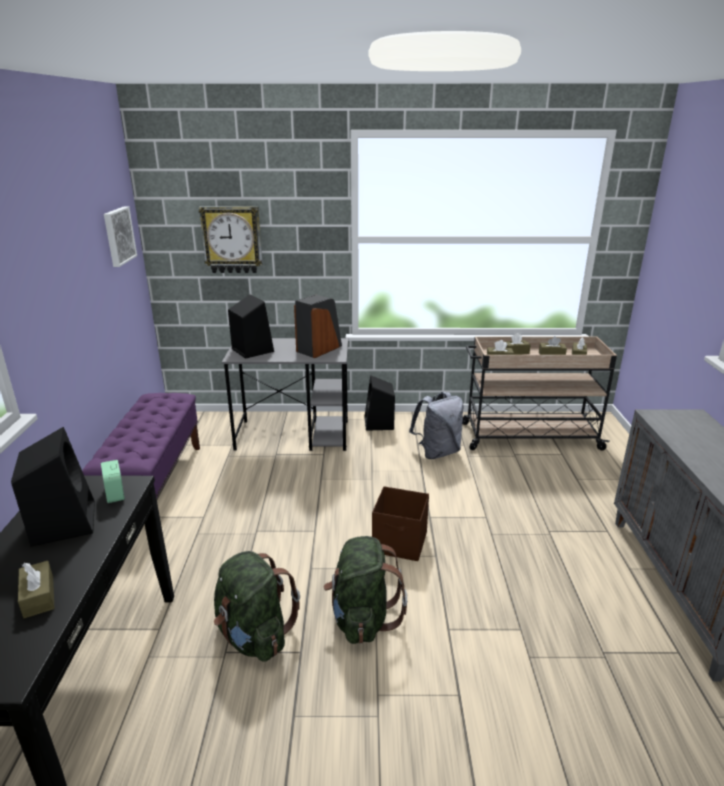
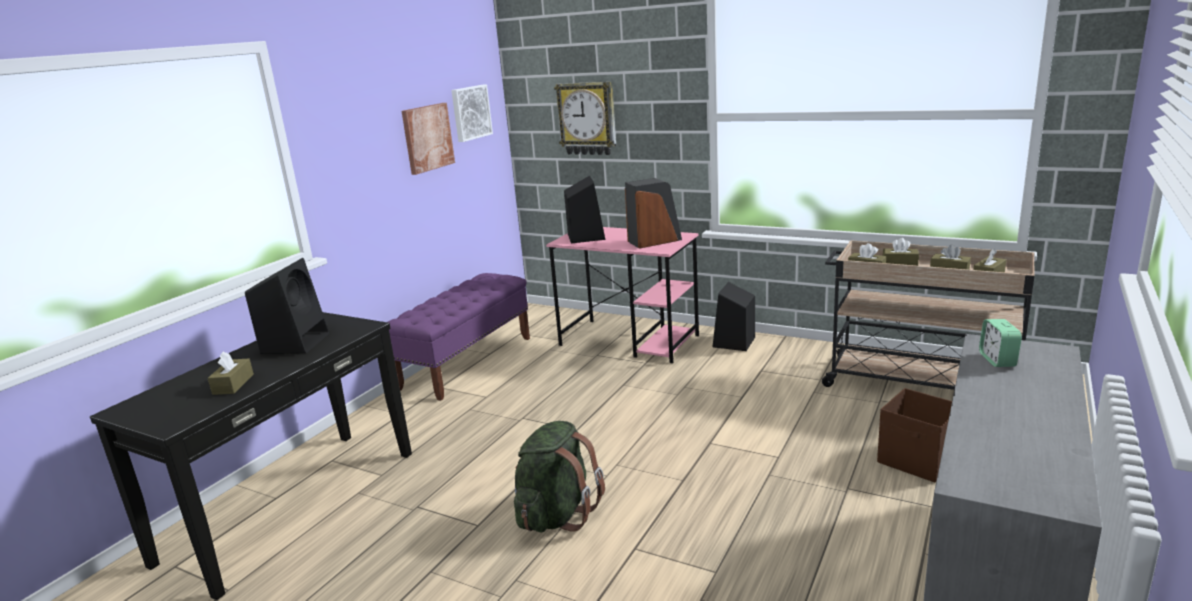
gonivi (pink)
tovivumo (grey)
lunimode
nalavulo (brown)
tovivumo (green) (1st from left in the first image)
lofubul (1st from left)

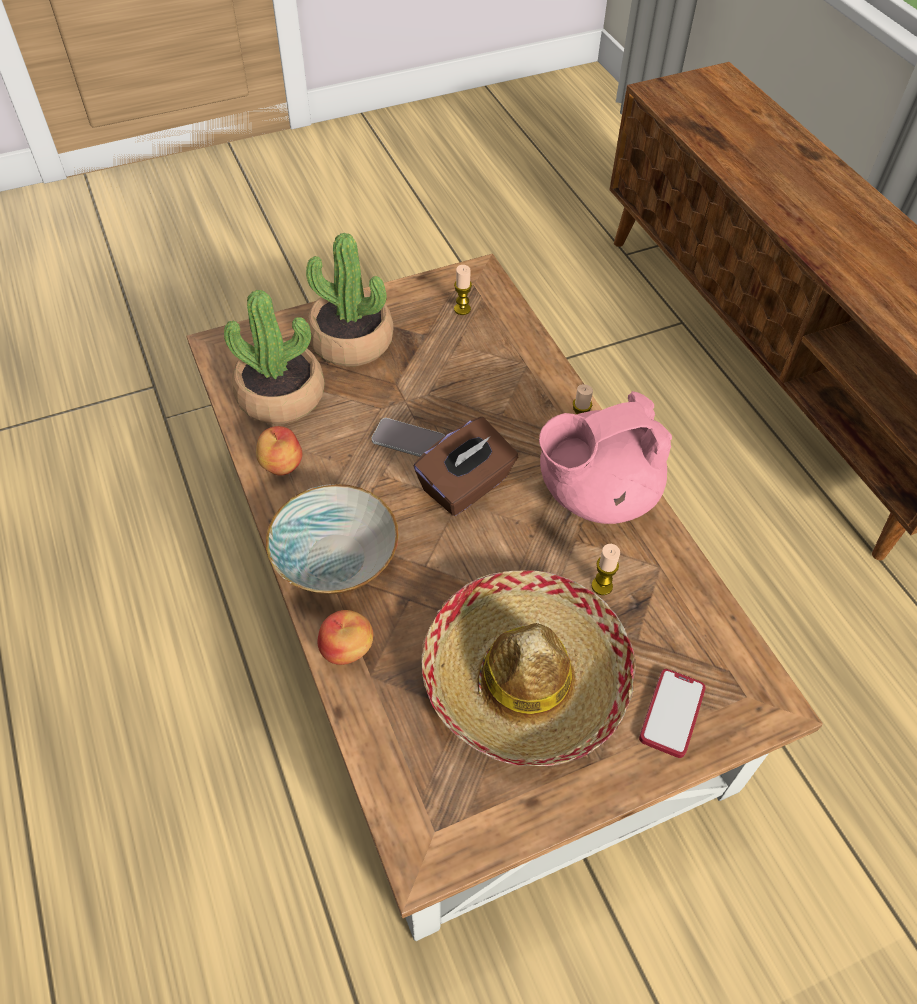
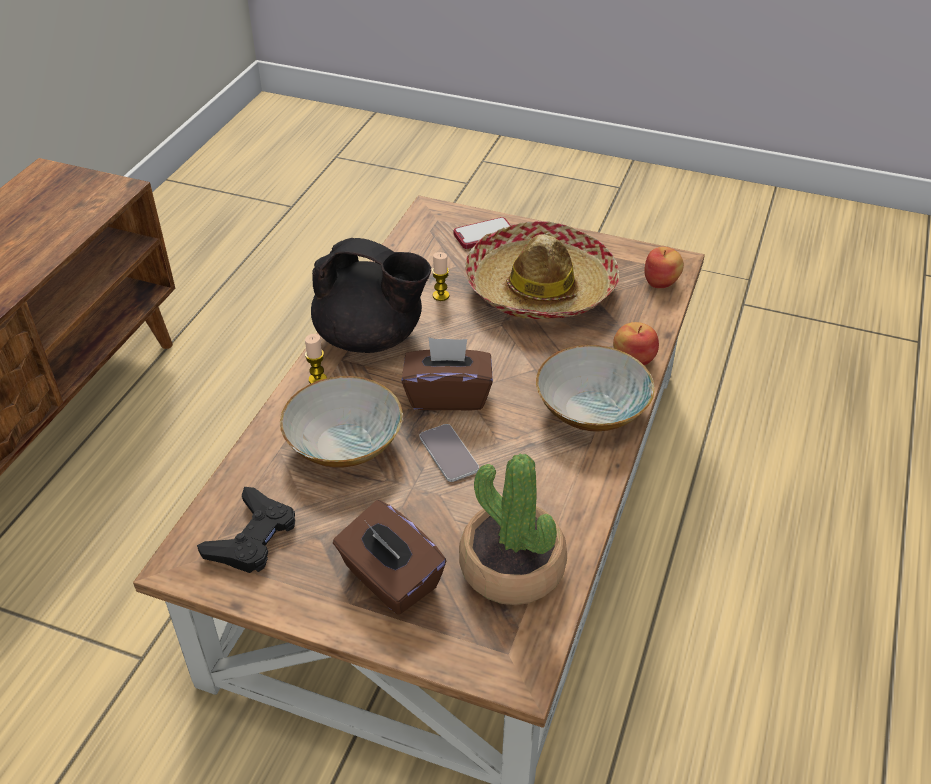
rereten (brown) (1st from left)
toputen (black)
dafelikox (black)
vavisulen (2nd from left)
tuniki (1st from left)

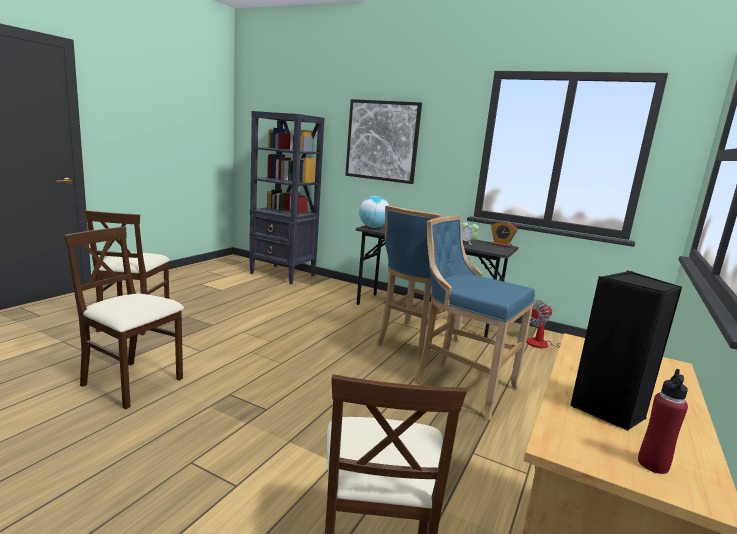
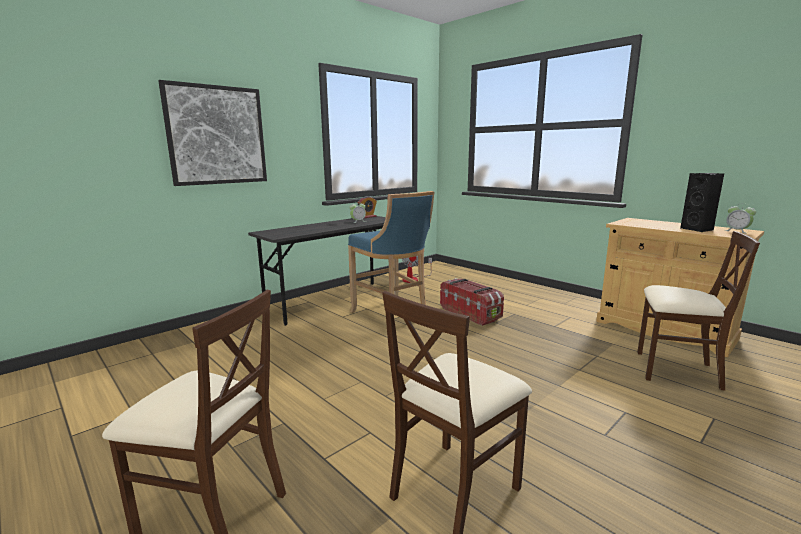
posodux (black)
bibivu
nalavulo
lunimode (3rd from left)

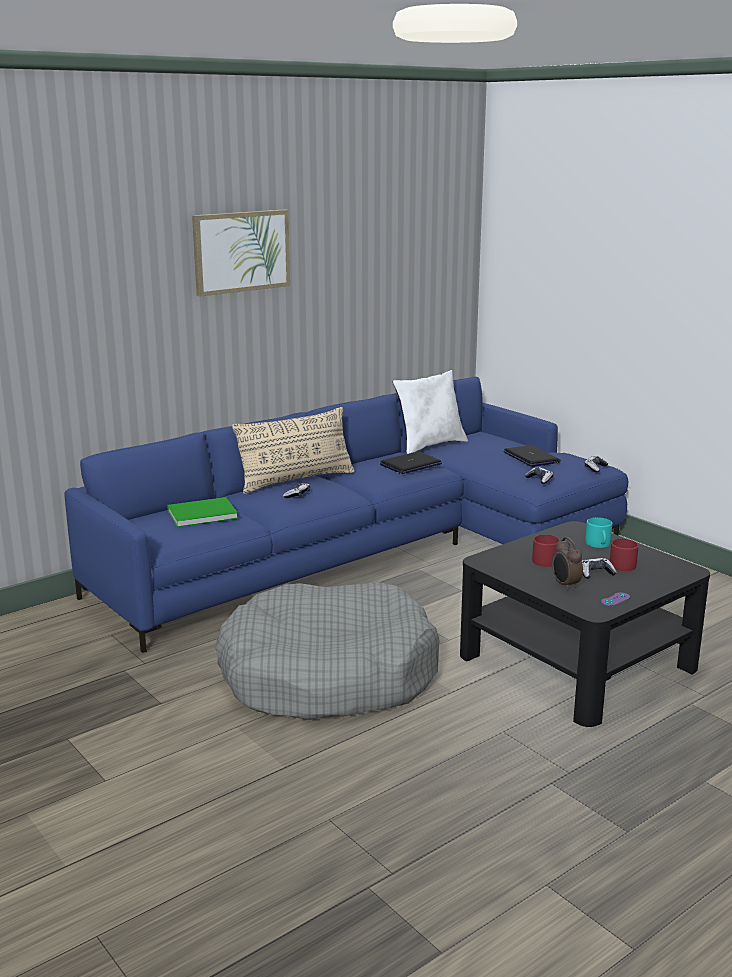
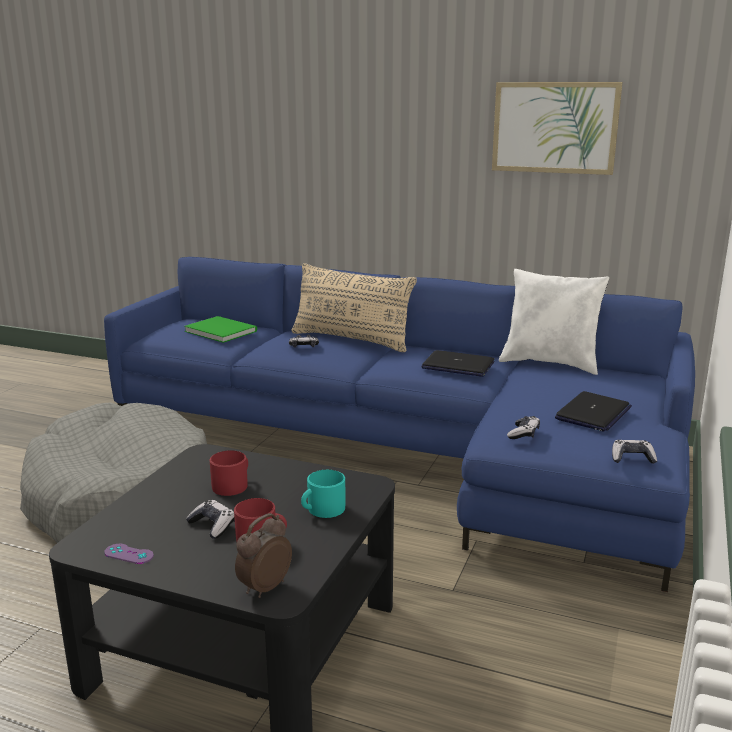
lofubul
lunimode

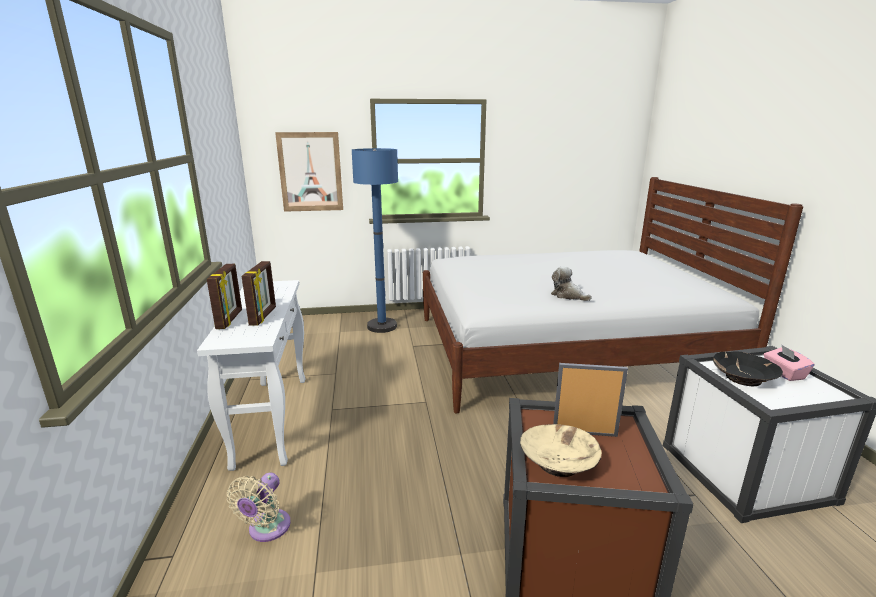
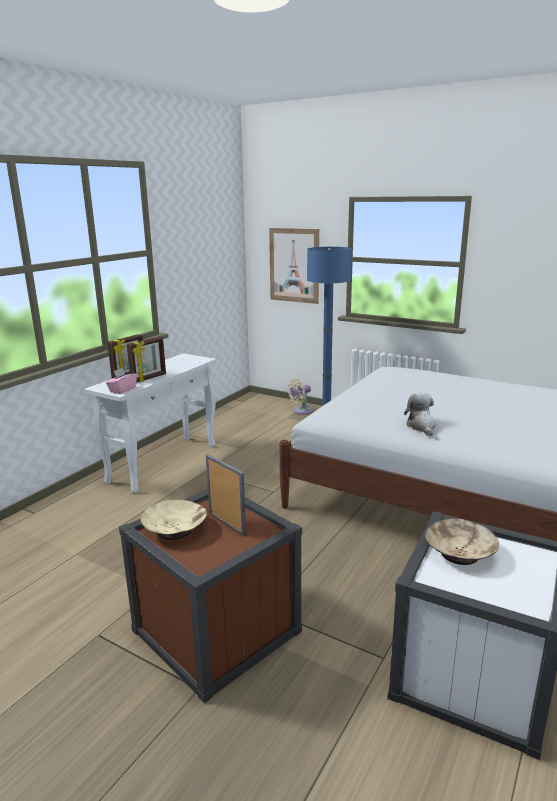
rereten (pink)
tuniki (beige) (2nd from left)
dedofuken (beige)

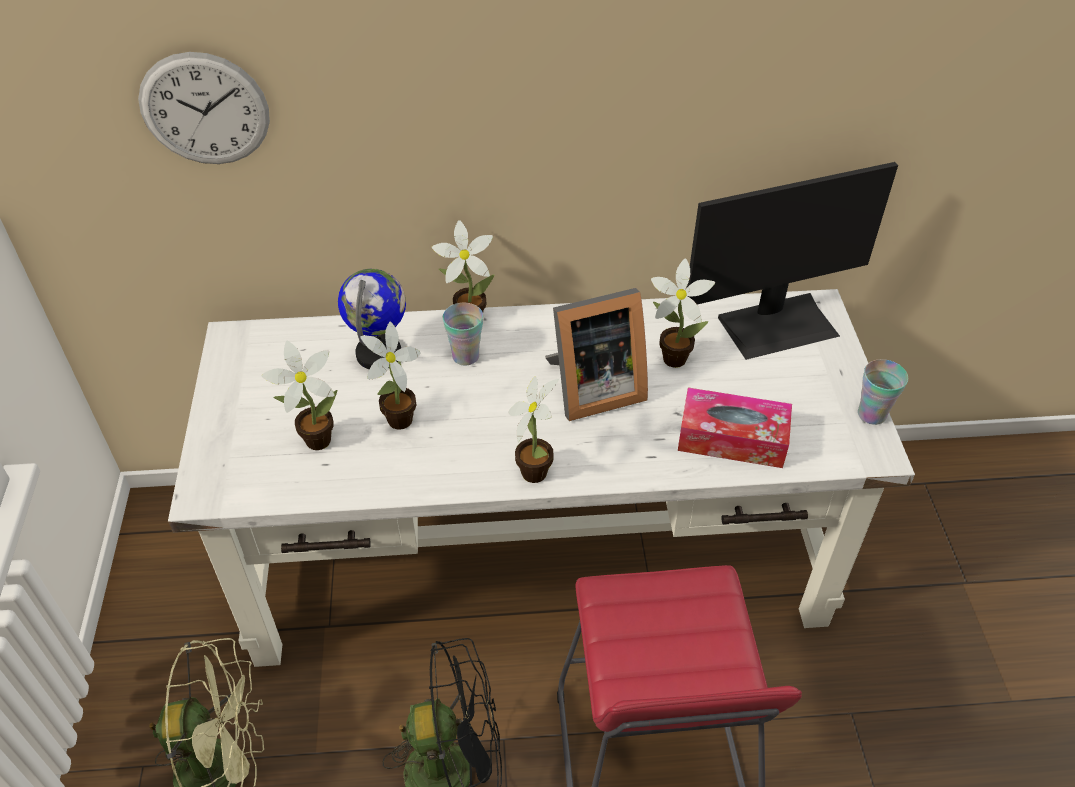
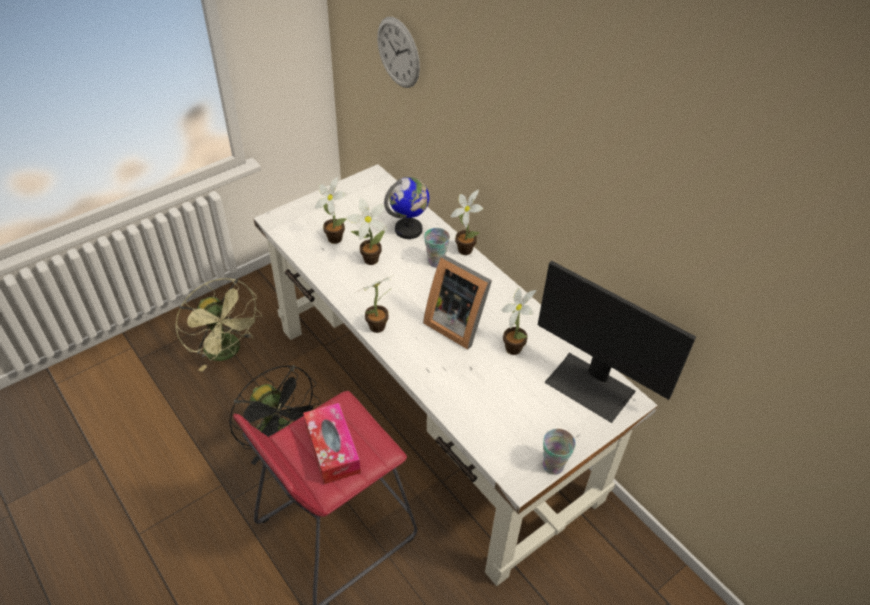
rereten

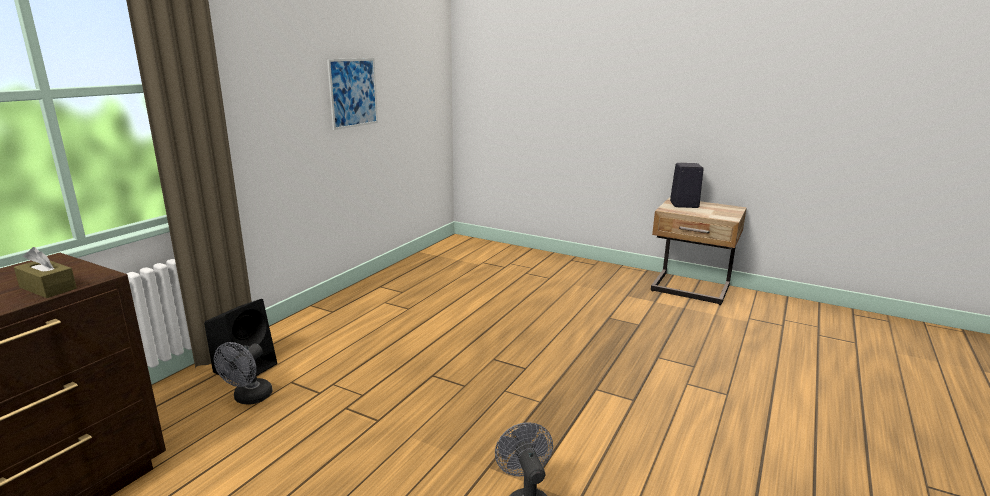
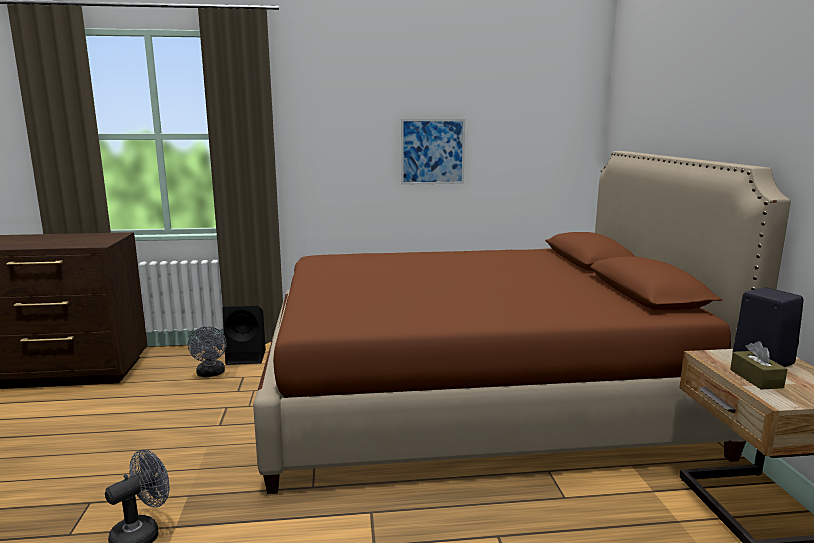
rereten (brown)
dedofuken (grey) (2nd from left)
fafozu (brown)

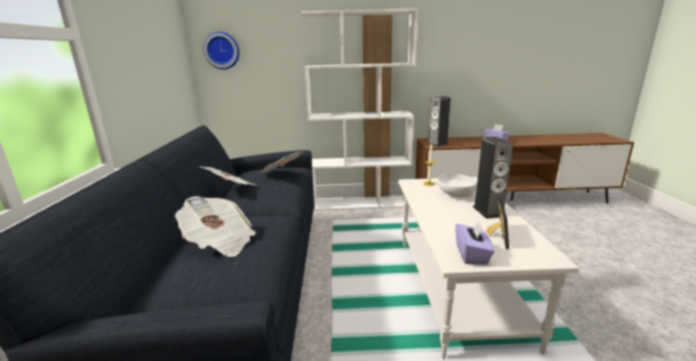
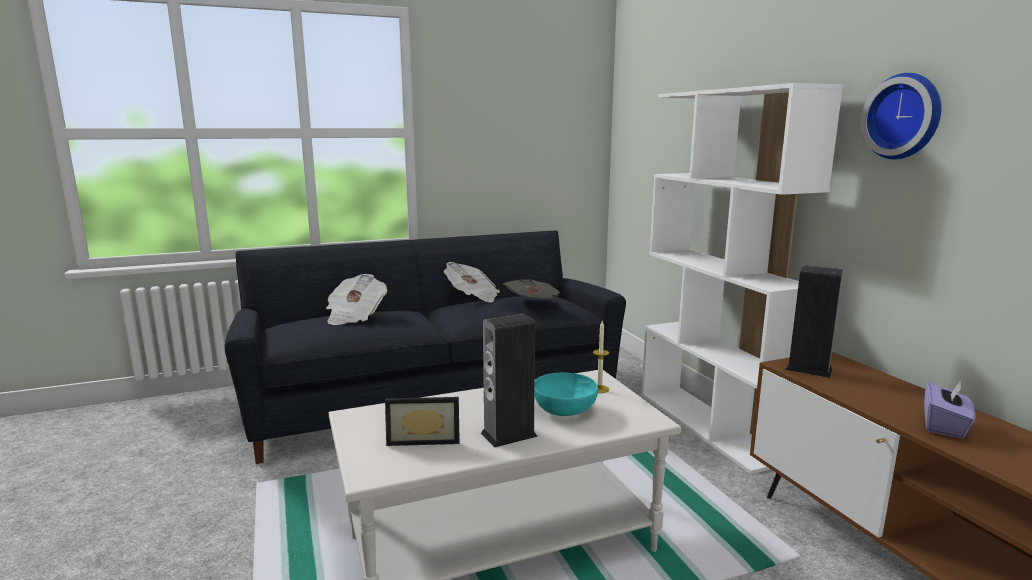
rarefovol
tuniki (turquoise)
rereten (purple) (1st from left in the first image)

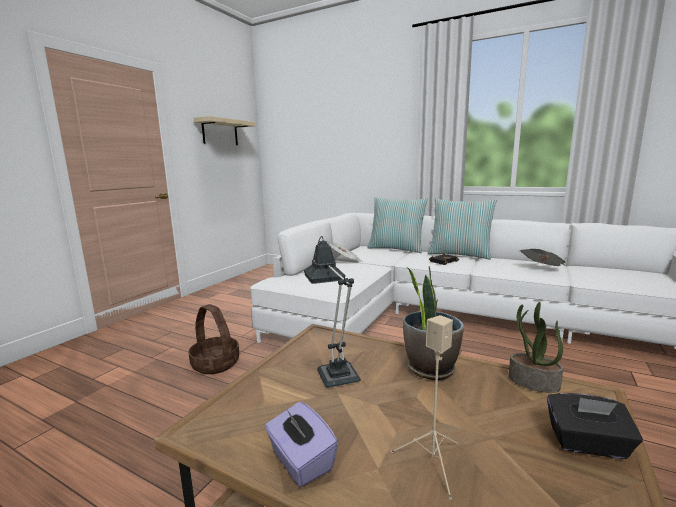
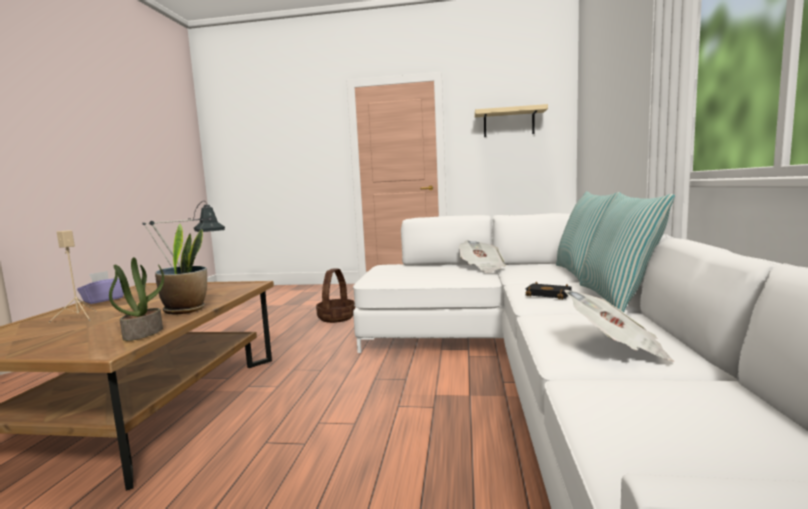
rereten (black)

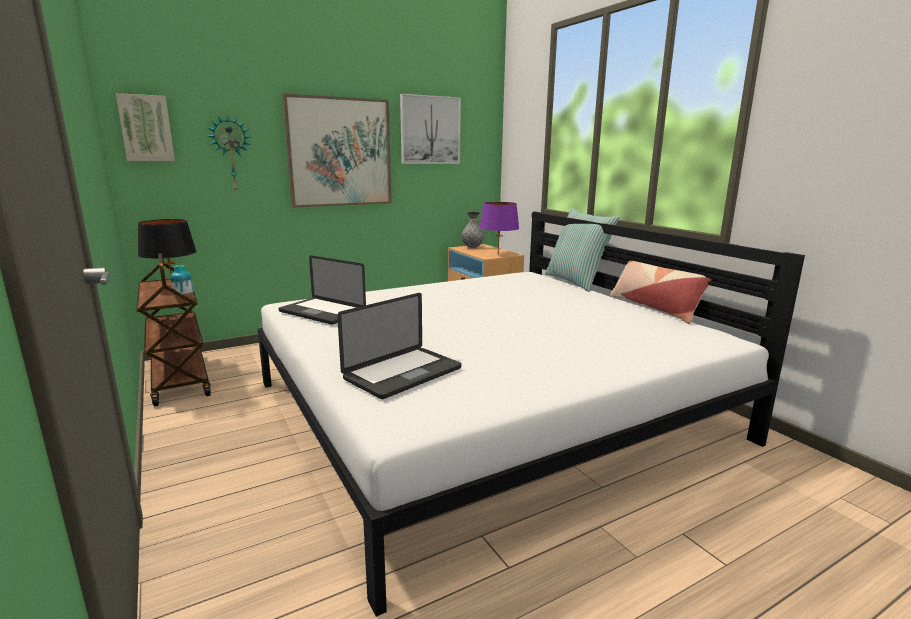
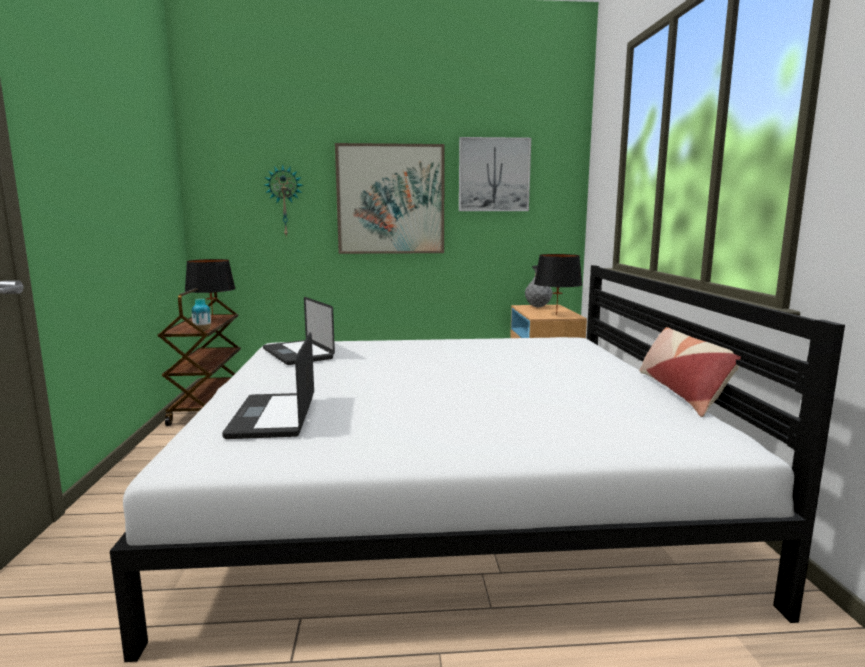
lofubul (1st from left in the first image)
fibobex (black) (2nd from left)
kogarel (1st from left in the first image)
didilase (1st from left)

